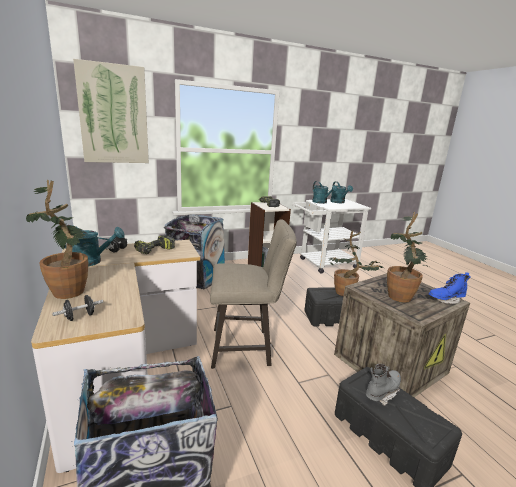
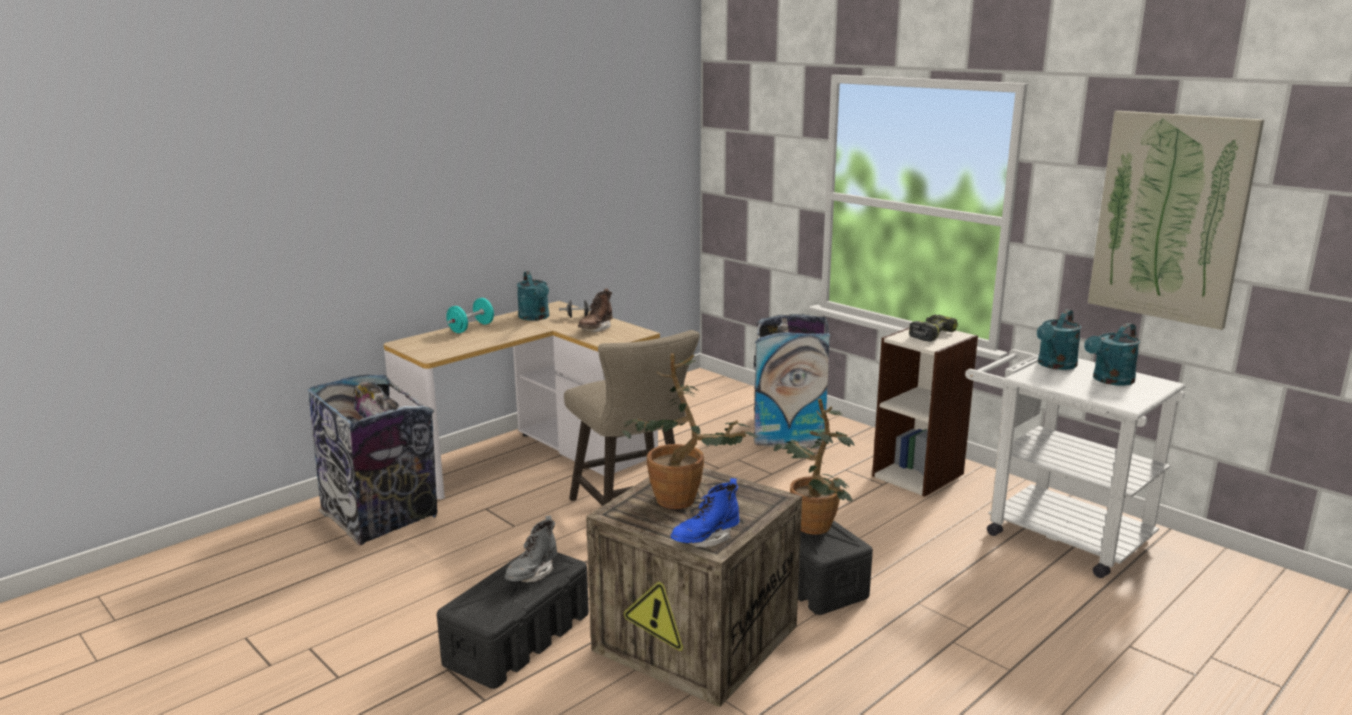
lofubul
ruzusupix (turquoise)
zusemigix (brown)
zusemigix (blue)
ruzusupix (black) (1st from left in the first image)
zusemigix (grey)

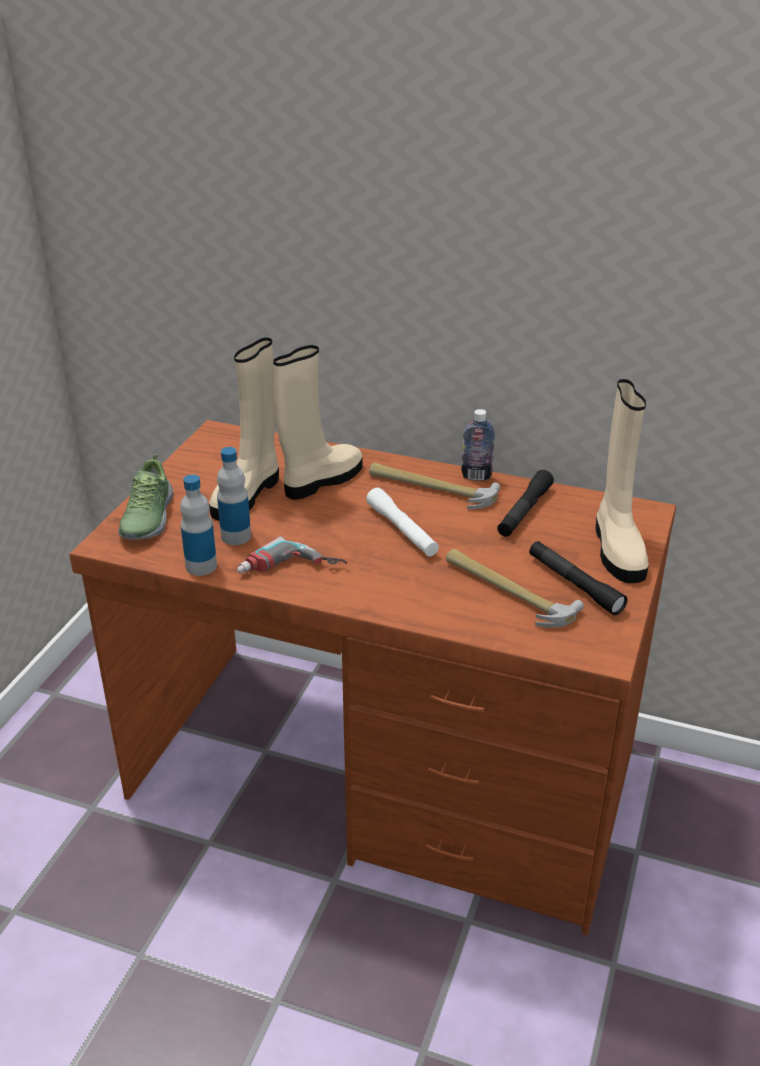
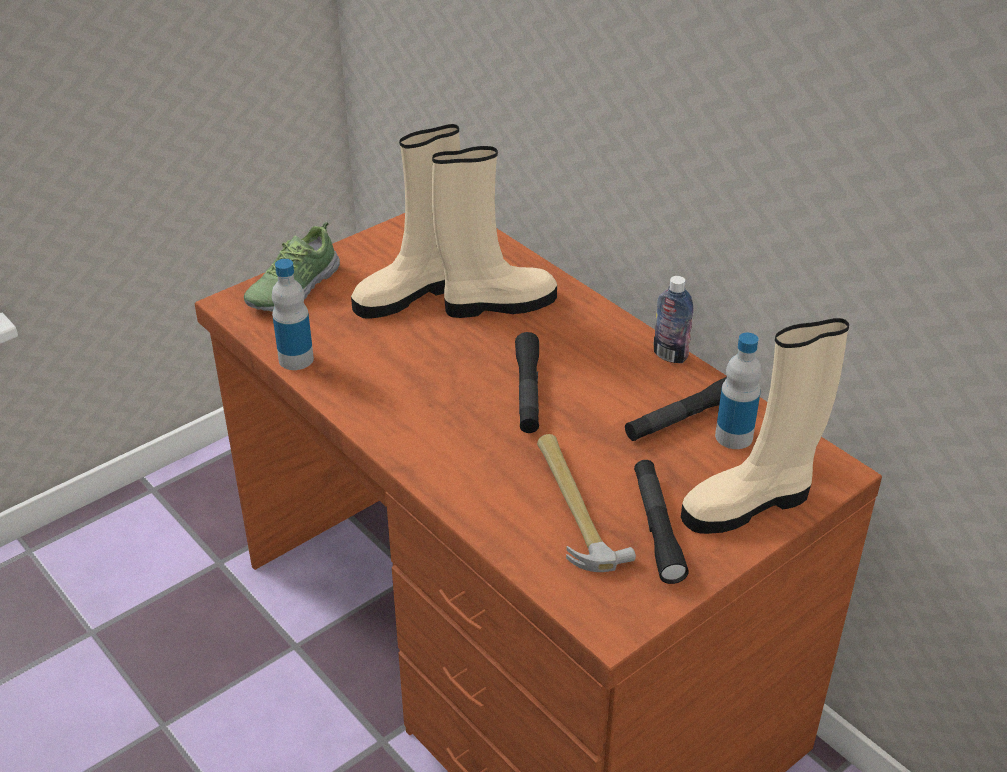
zusemigix (beige) (3rd from left)
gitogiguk (3rd from left)
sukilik (1st from left in the first image)
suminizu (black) (1st from left)
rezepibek

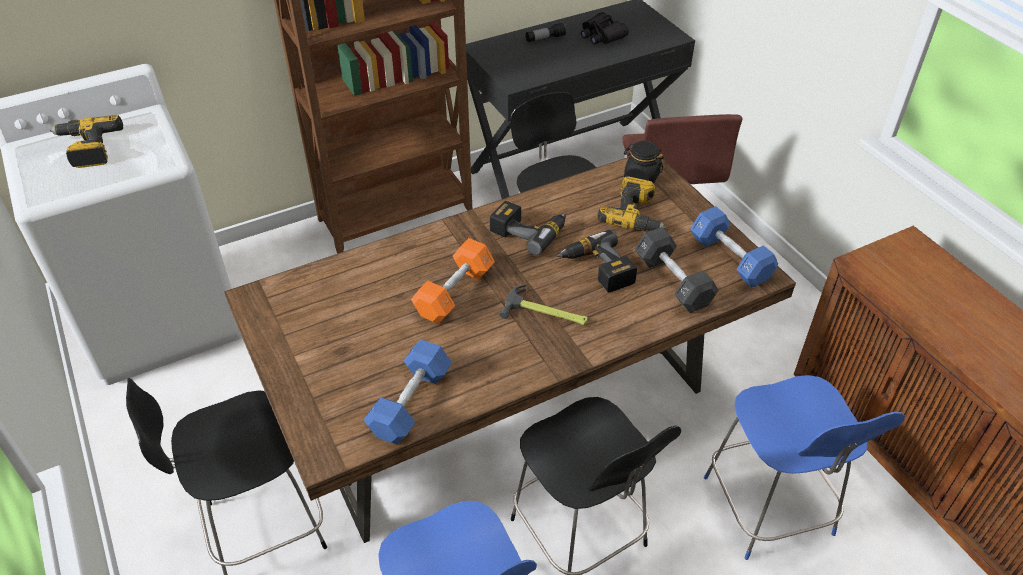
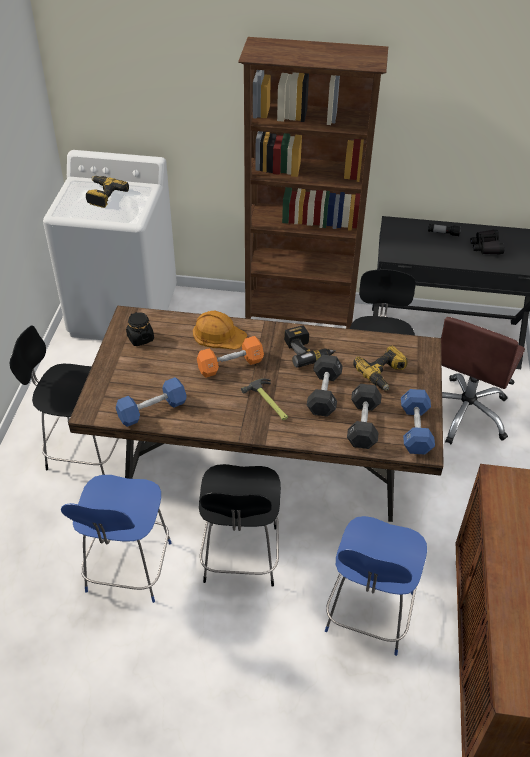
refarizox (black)
ruzusupix (black) (1st from left)
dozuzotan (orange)

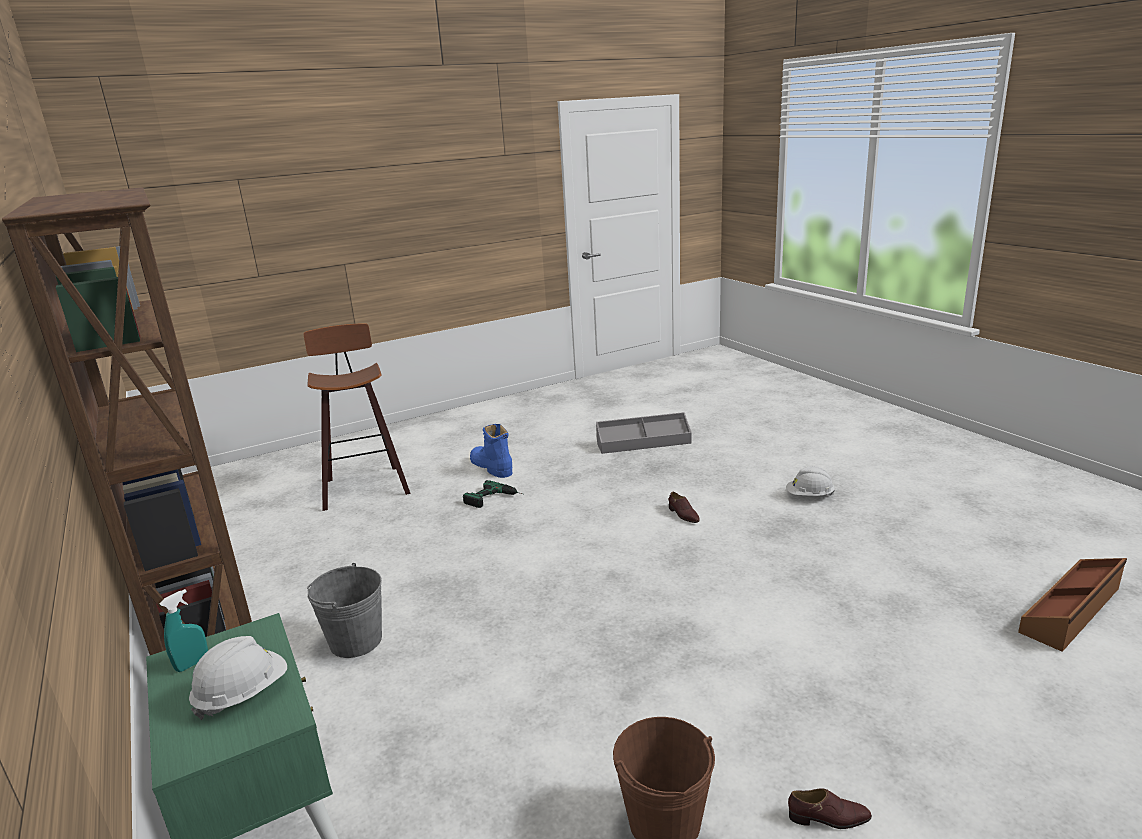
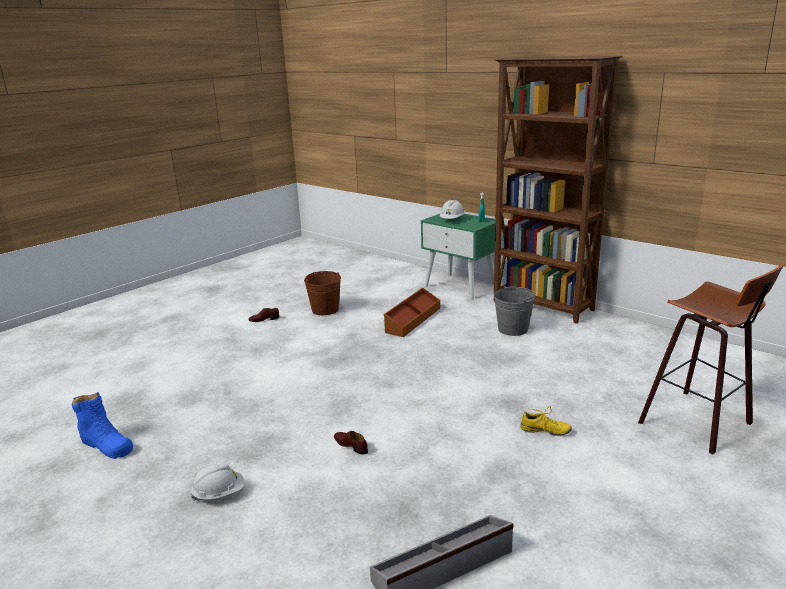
zusemigix (blue)
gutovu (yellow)
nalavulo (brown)

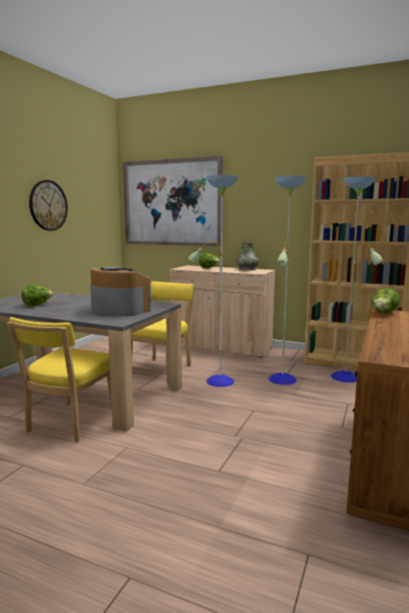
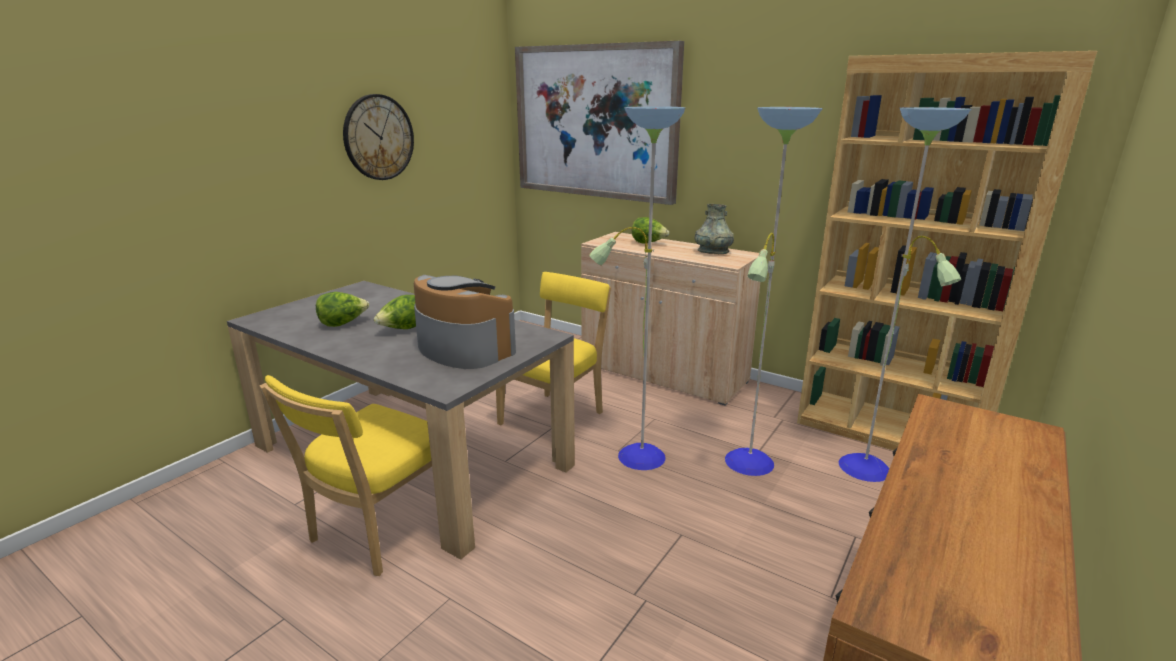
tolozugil (2nd from left)

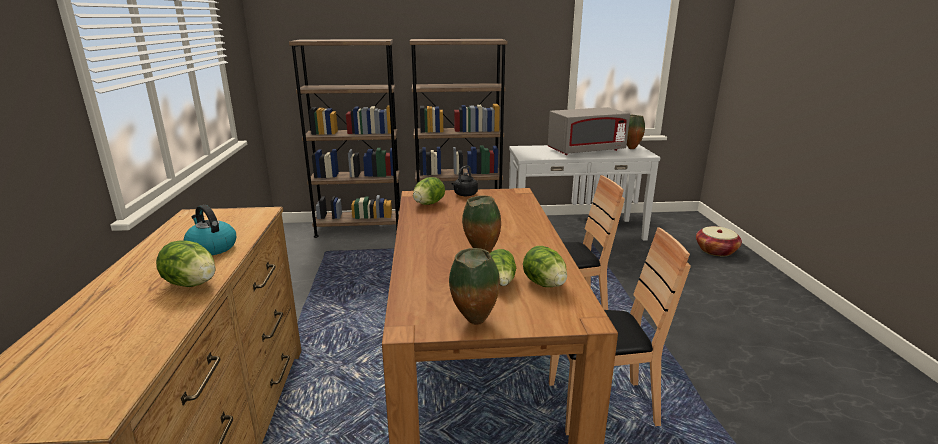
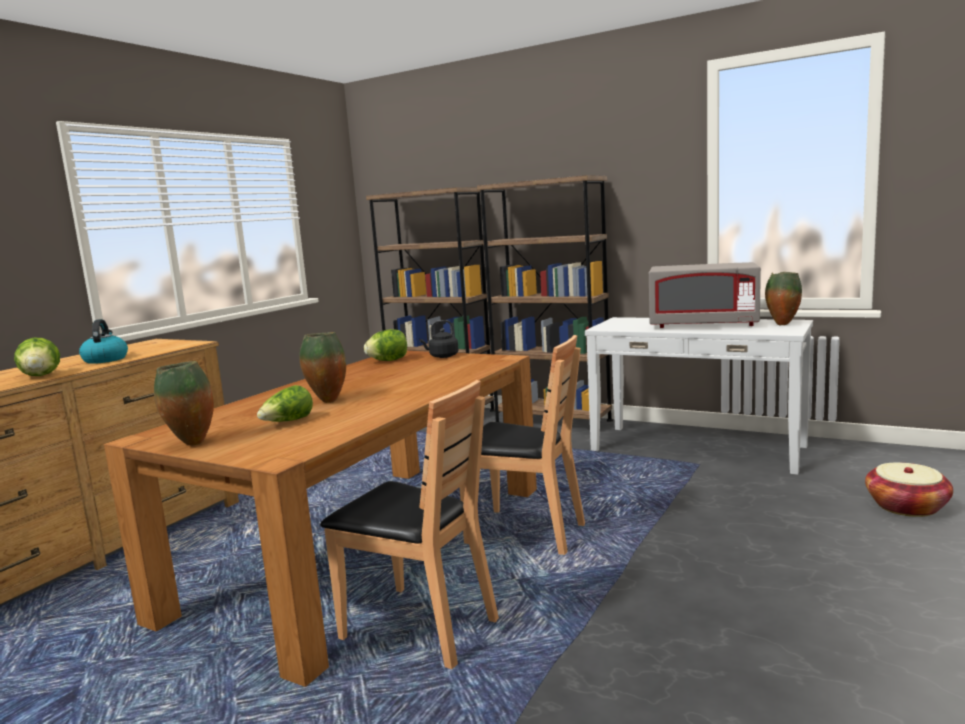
tolozugil (4th from left in the first image)

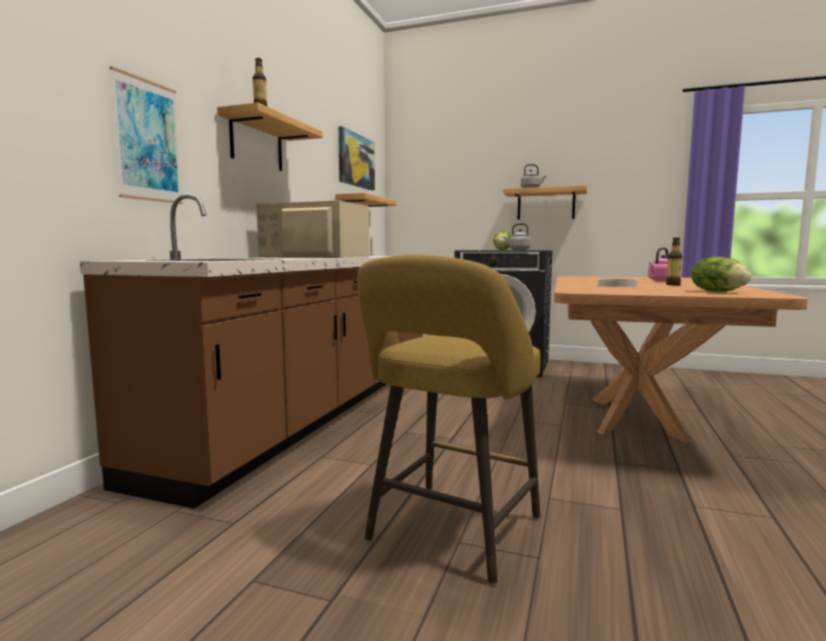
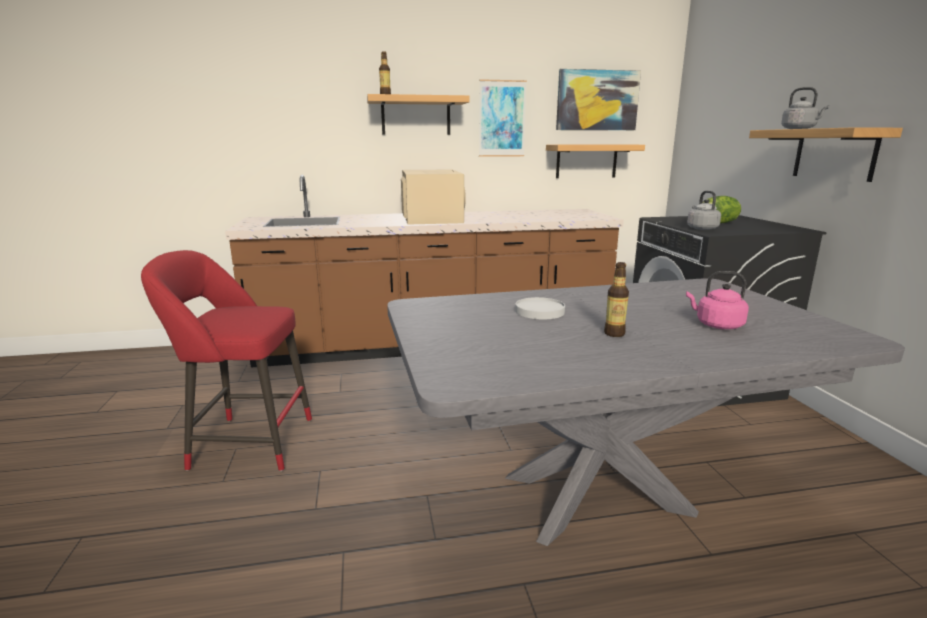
lofubul (1st from left)
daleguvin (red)
tolozugil (2nd from left in the first image)
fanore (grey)

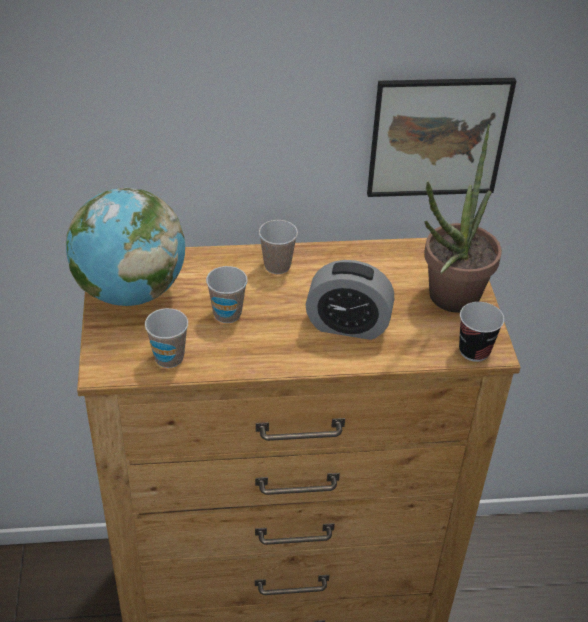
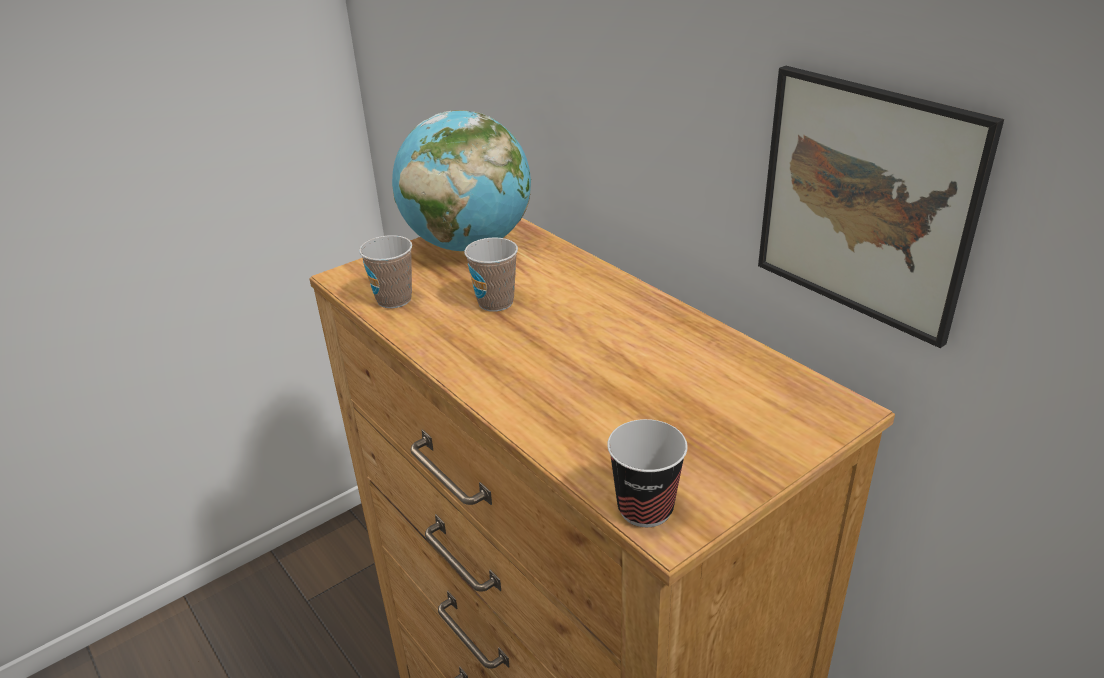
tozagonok
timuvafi (3rd from left in the first image)
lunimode

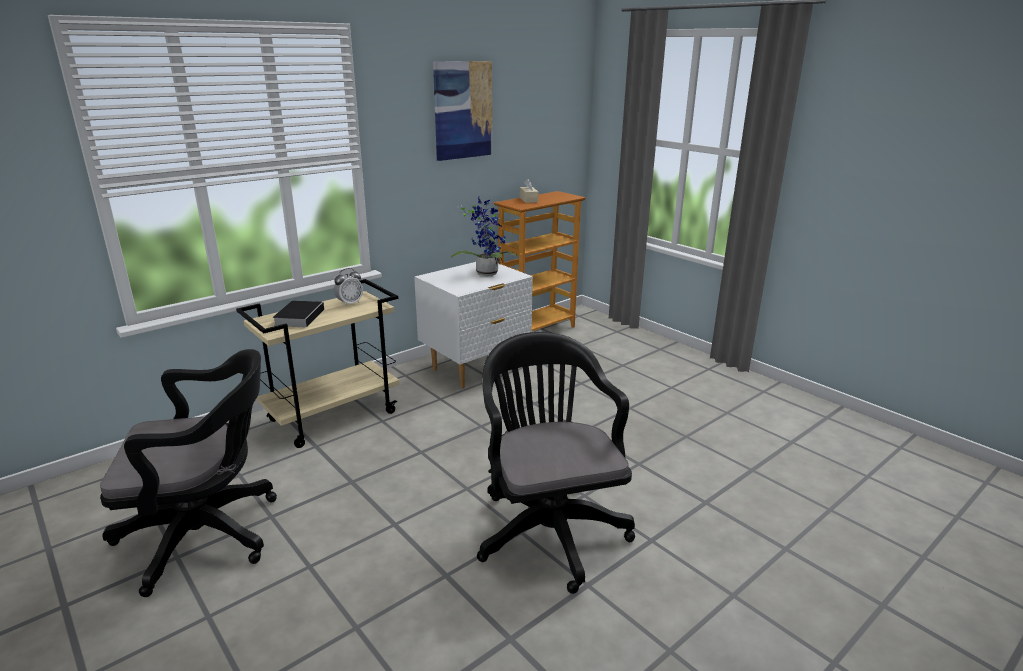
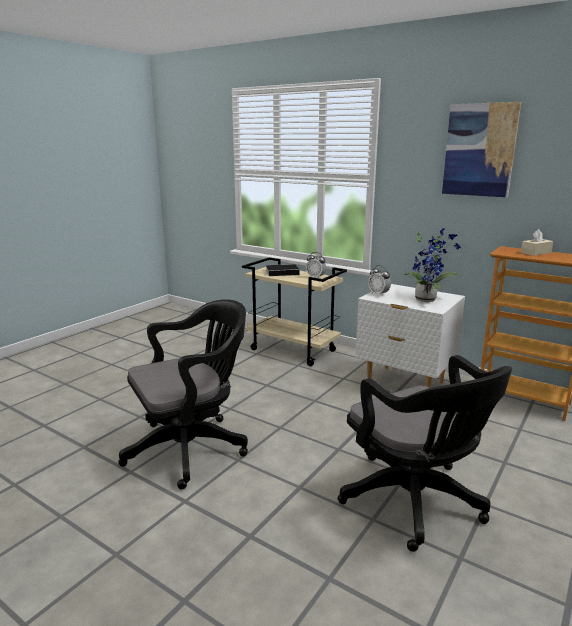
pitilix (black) (2nd from left)
lunimode (2nd from left)

